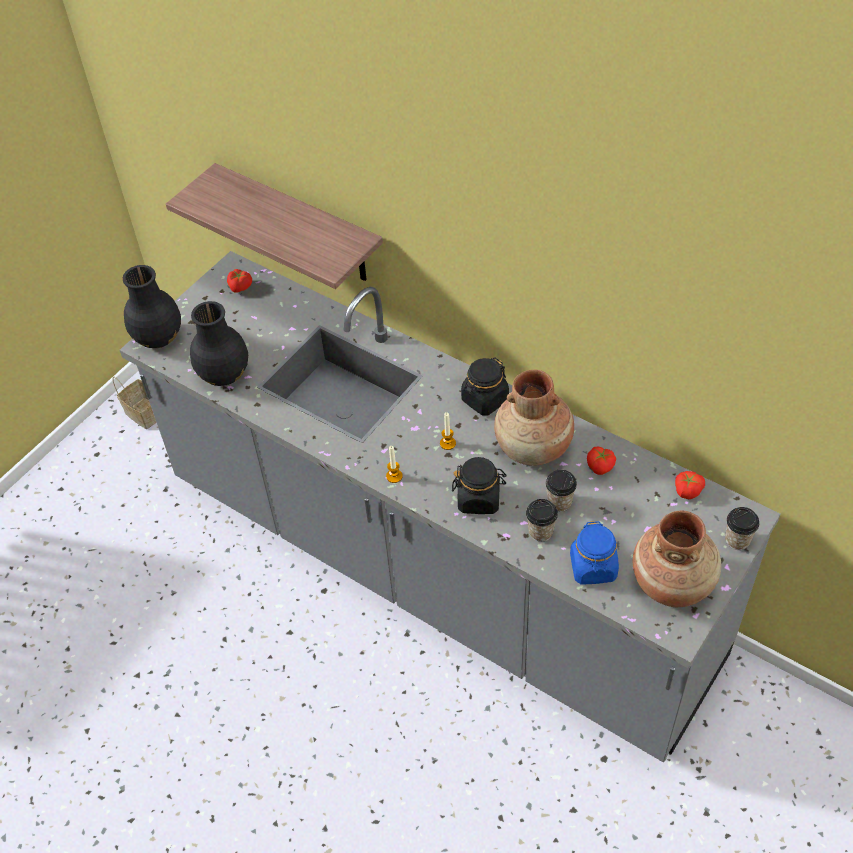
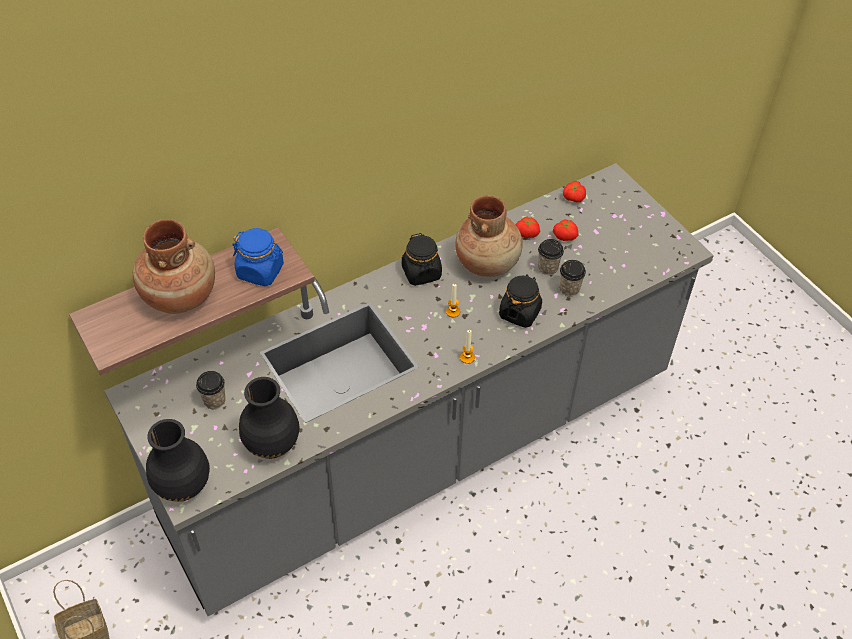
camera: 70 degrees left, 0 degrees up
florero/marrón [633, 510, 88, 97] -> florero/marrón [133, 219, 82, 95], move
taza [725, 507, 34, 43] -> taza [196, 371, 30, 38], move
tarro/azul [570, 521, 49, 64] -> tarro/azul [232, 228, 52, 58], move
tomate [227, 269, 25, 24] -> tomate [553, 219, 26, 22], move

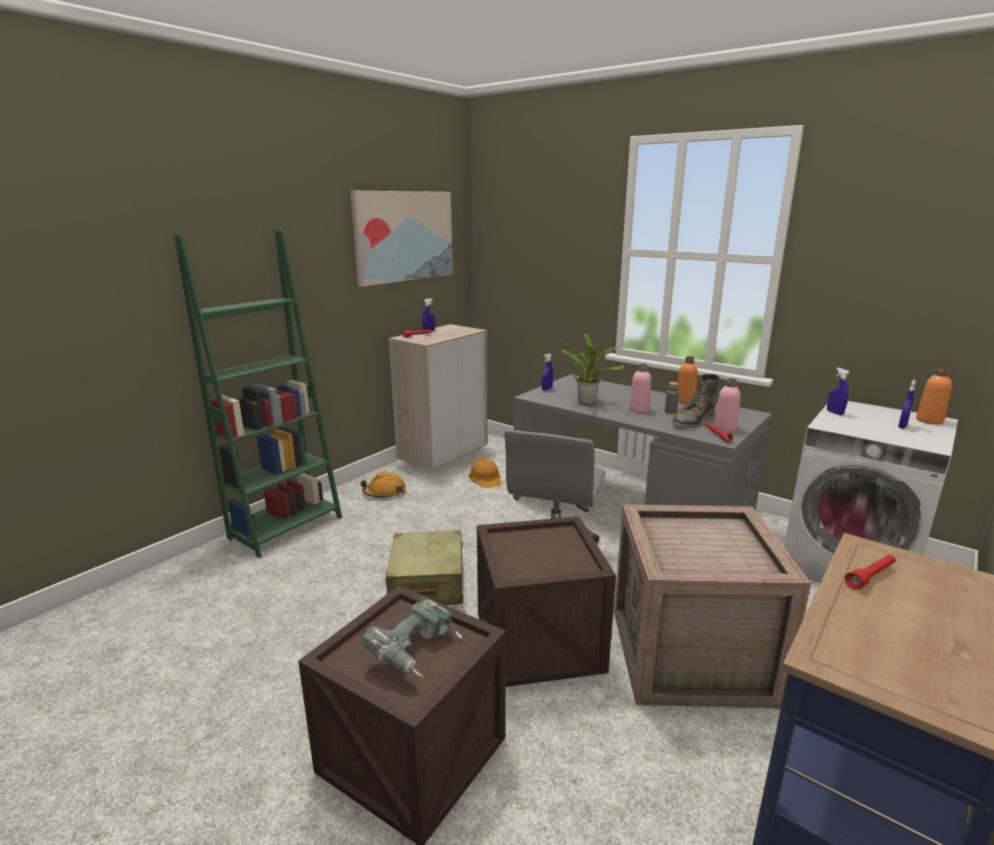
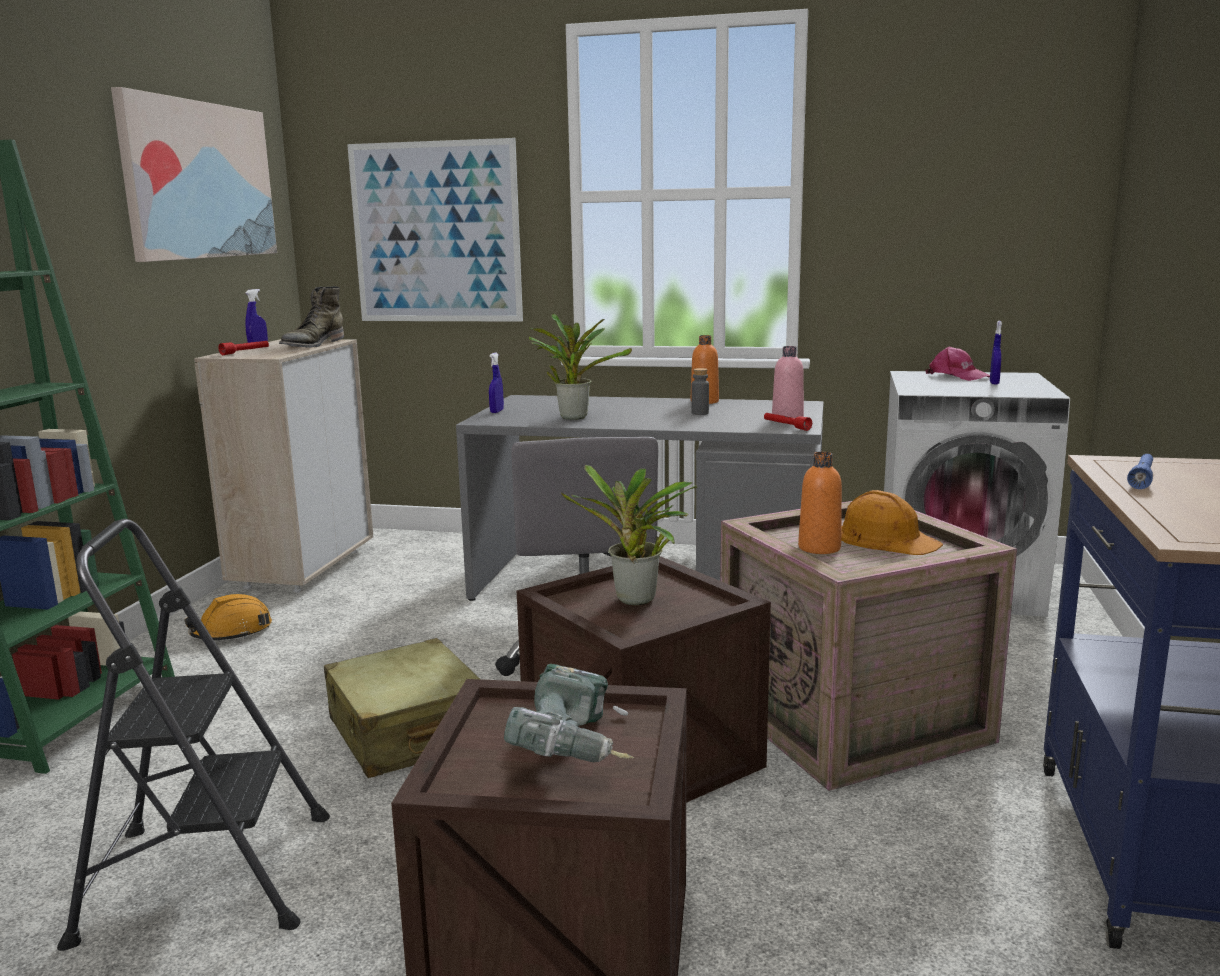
camera: 25 degrees left, 5 degrees down
none -> escalera de tijera/negro [57, 519, 273, 432]
bota/verde [672, 374, 48, 54] -> bota/verde [279, 286, 65, 62], move
none -> cuadro [347, 138, 176, 184]
none -> planta en maceta [561, 465, 136, 140]
botella/naranja [916, 367, 36, 57] -> botella/naranja [798, 452, 44, 102], move
casco/naranja [469, 458, 32, 30] -> casco/naranja [841, 490, 102, 65], move
none -> gorra/rosa [926, 346, 64, 35]
linterna/rojo [845, 555, 51, 35] -> linterna/azul [1127, 454, 26, 35]
botella/rosa [629, 364, 22, 49] -> none
pulverizador/azul [827, 368, 22, 47] -> none

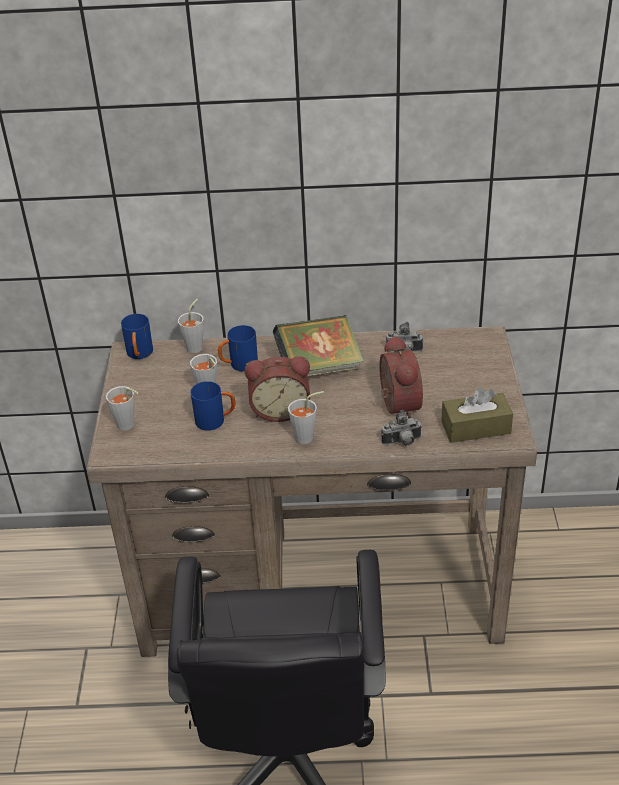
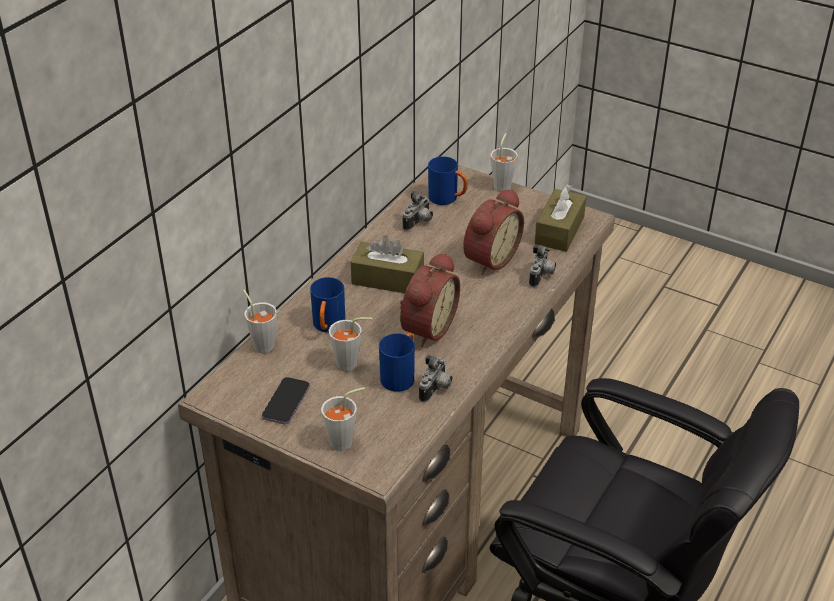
camera: 60 degrees left, 0 degrees up
none -> móvil [262, 377, 48, 47]
libro [273, 315, 91, 61] -> caja de pañuelos/marrón [351, 235, 73, 58]
none -> cámara [419, 355, 33, 47]
taza grande/azul [121, 314, 32, 45] -> taza grande/azul [428, 157, 40, 48], move
despertador [379, 335, 44, 83] -> despertador [463, 188, 61, 87], 105 degrees clockwise
taza/gris [288, 391, 36, 53] -> taza/gris [490, 133, 28, 59], move

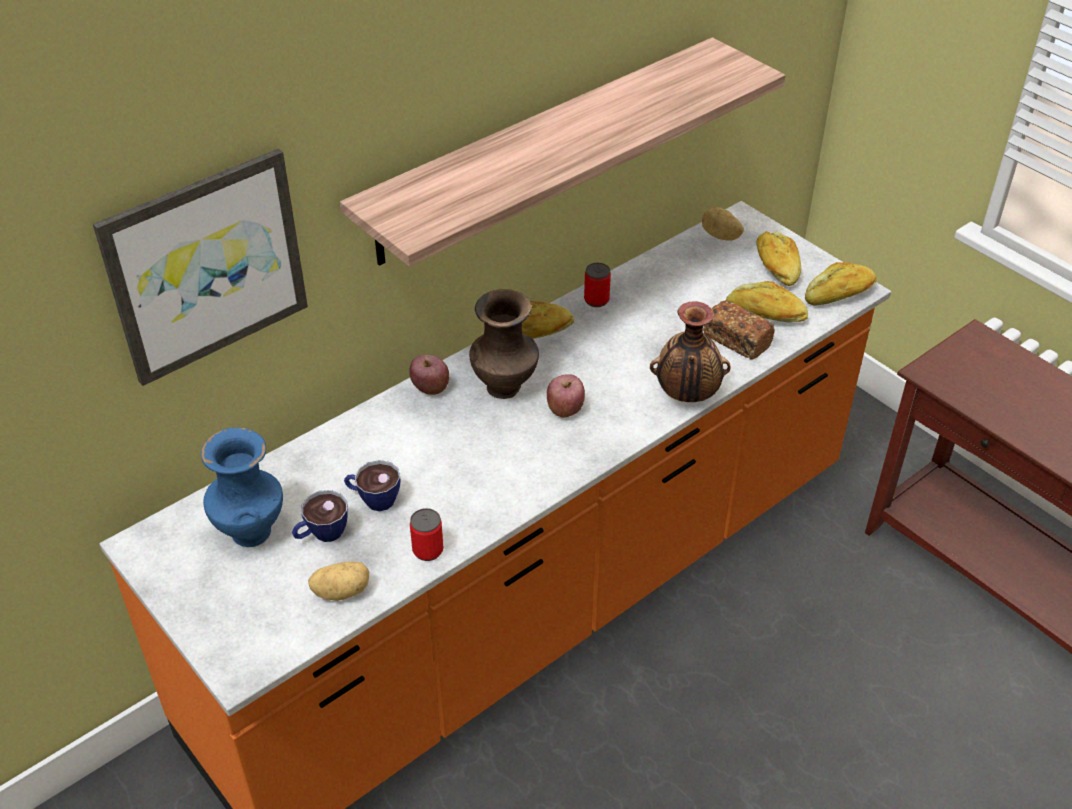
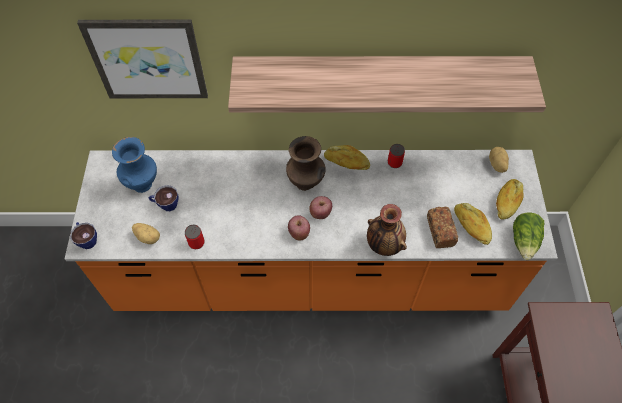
camera: 40 degrees right, 15 degrees up
taza [344, 460, 56, 51] -> taza [70, 222, 27, 27], move
manzana [409, 355, 40, 40] -> manzana [288, 215, 22, 26], move
pan [805, 262, 72, 44] -> lechuga [513, 213, 31, 47]

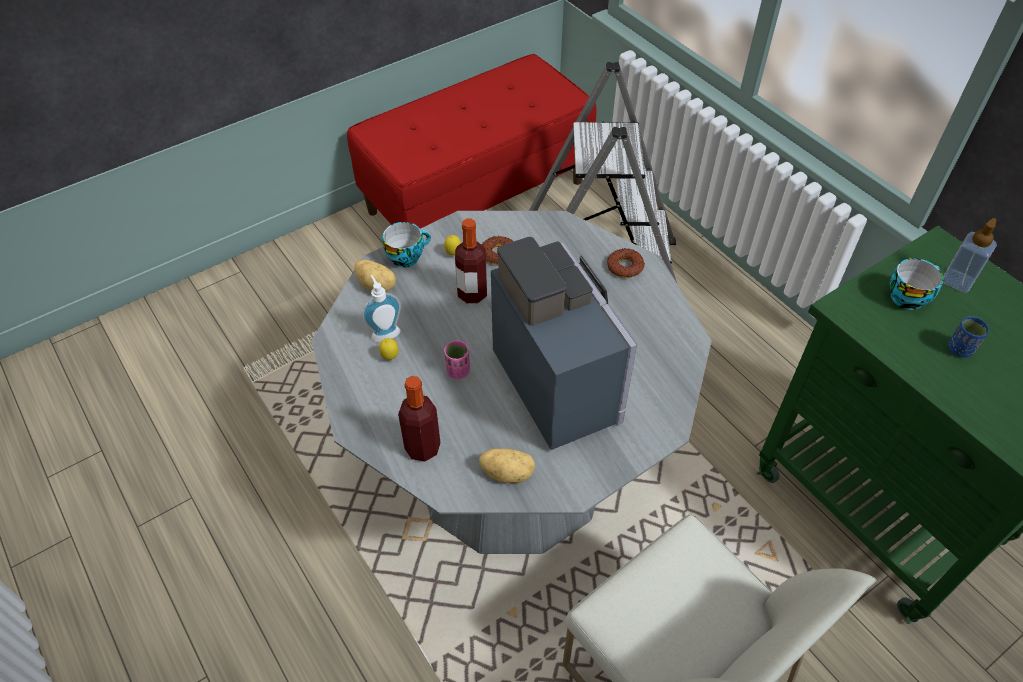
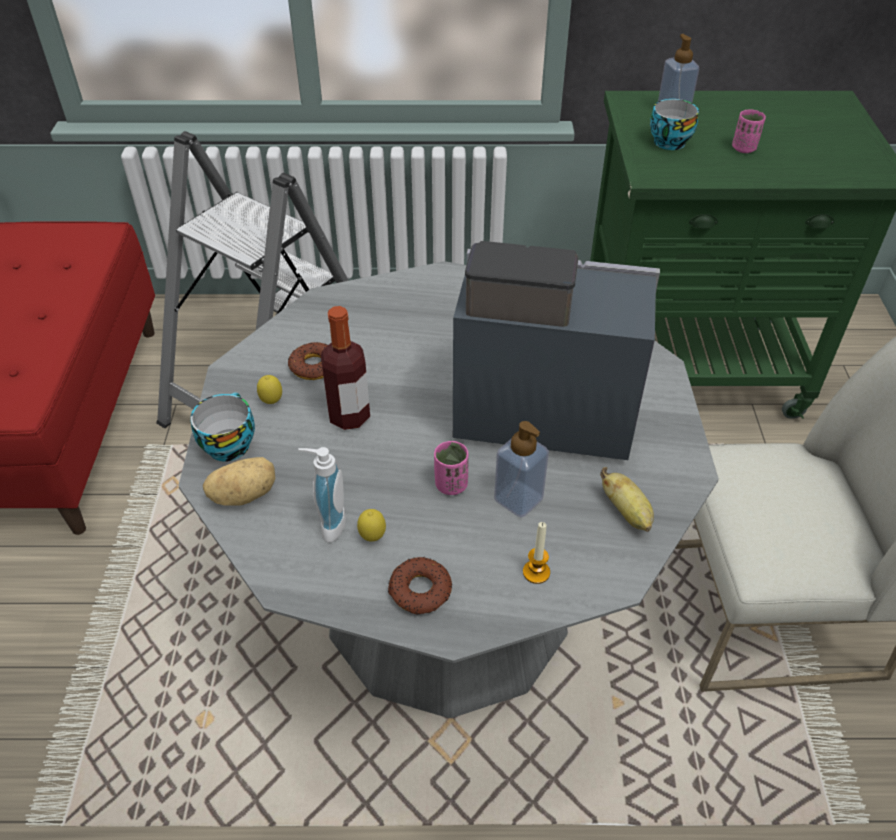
camera: 55 degrees left, 5 degrees down
rosquilla [607, 248, 38, 30] -> rosquilla [388, 557, 64, 58], move
none -> dispensador de jabón [494, 421, 55, 96]
botella [398, 376, 43, 86] -> vela [523, 522, 27, 62]
patata [479, 449, 56, 34] -> plátano [600, 467, 54, 65]
taza/azul [948, 316, 41, 42] -> taza/rosa [732, 109, 34, 44]

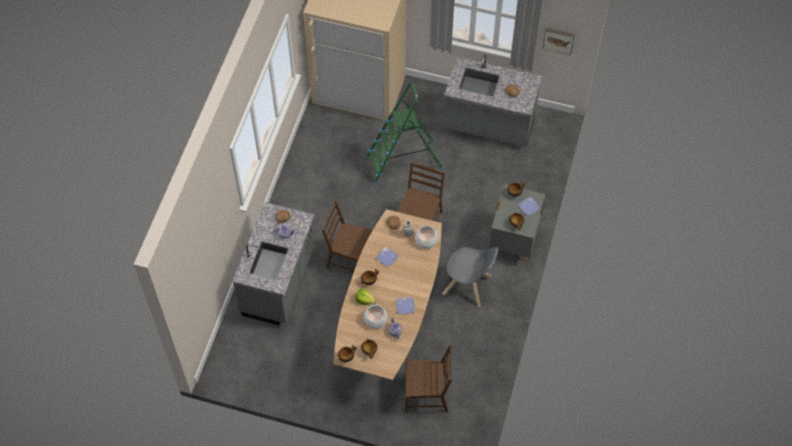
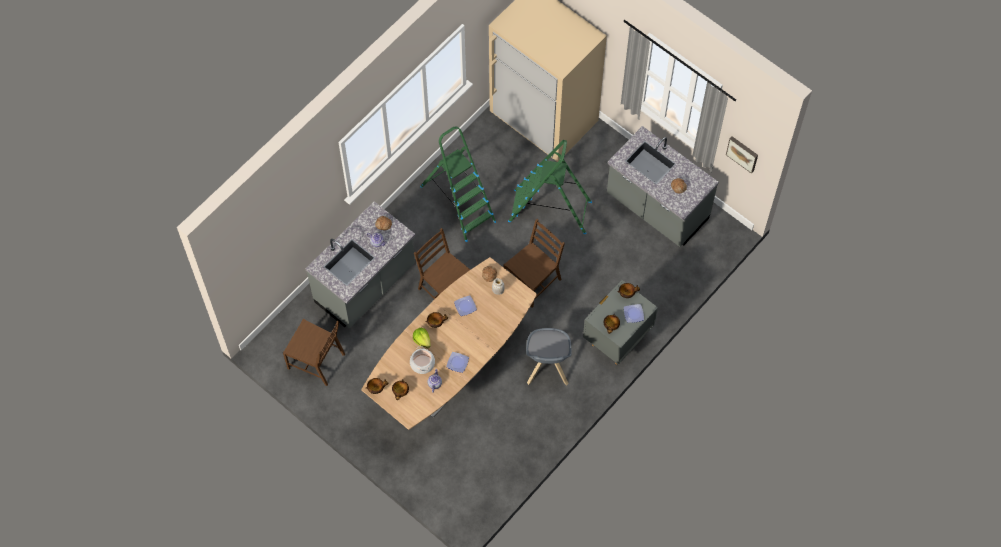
camera: 25 degrees right, 5 degrees up
silla/marrón [405, 344, 47, 69] -> silla/marrón [283, 319, 62, 67], move
none -> escalera de tijera/verde [420, 127, 76, 115]
silla/gris [442, 247, 56, 60] -> silla/gris [526, 328, 46, 57], 45 degrees clockwise
olla [415, 225, 23, 24] -> none

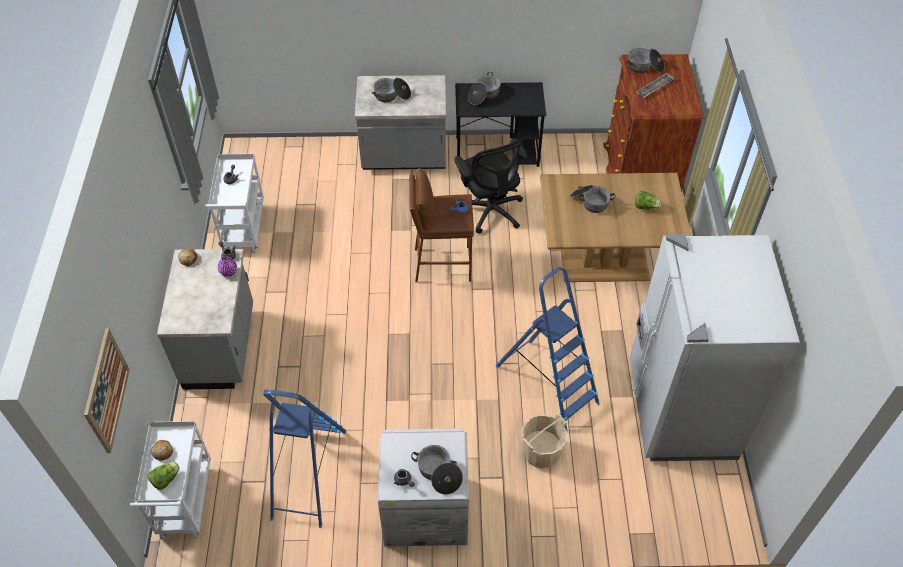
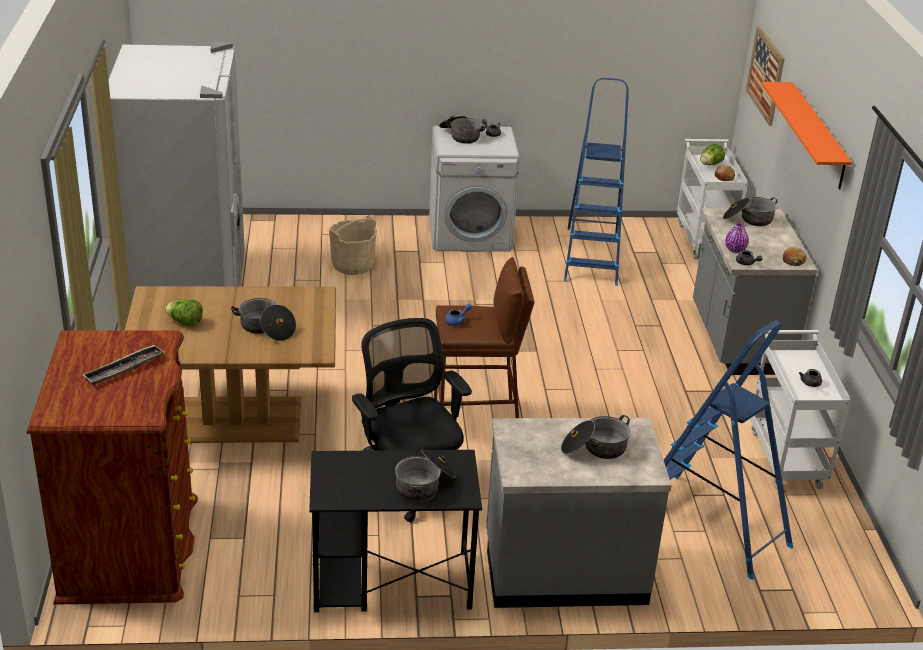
camera: 175 degrees right, 20 degrees down
escalera de tijera/azul [495, 267, 105, 164] -> escalera de tijera/azul [664, 320, 129, 260], move
olla [626, 48, 38, 25] -> olla [723, 197, 54, 29], move
none -> estante/naranja [761, 82, 91, 107]

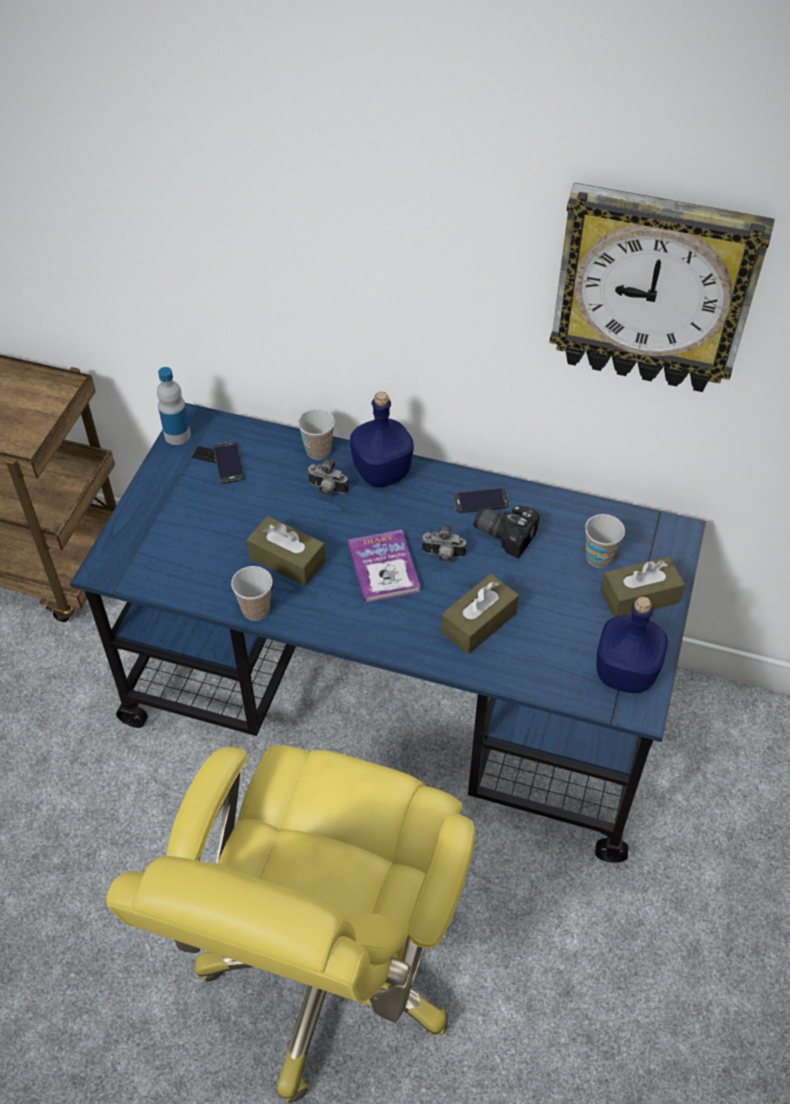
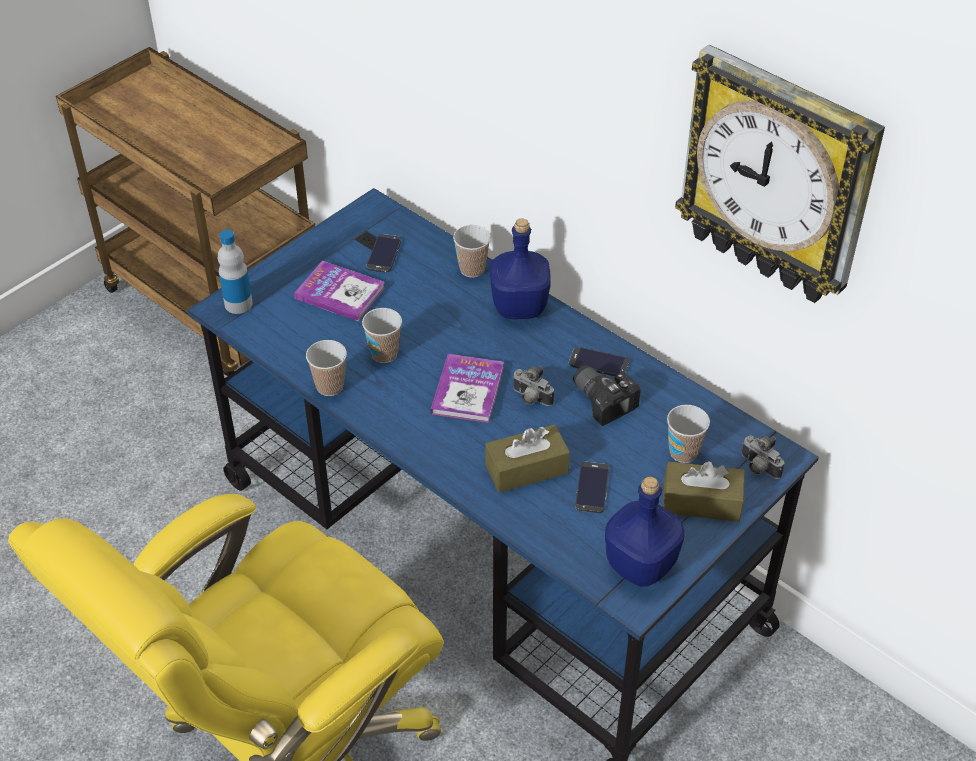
camera: 25 degrees right, 5 degrees down
botella [157, 367, 34, 78] -> botella [218, 229, 35, 85], move
none -> libro [294, 261, 91, 60]
caja de pañuelos/marrón [246, 516, 80, 70] -> taza [362, 308, 40, 55]
none -> móvil [575, 462, 34, 51]
cámara [307, 459, 42, 37] -> cámara [742, 435, 42, 44], move

